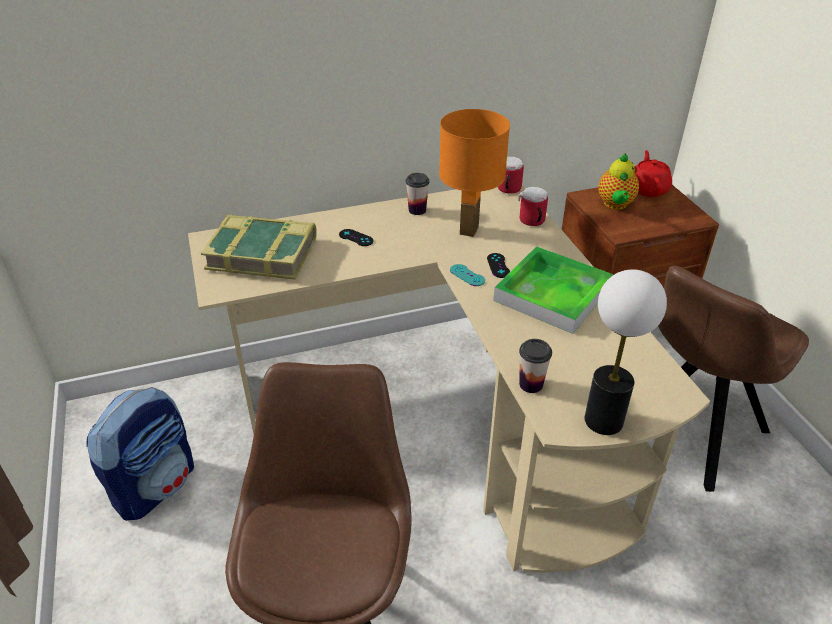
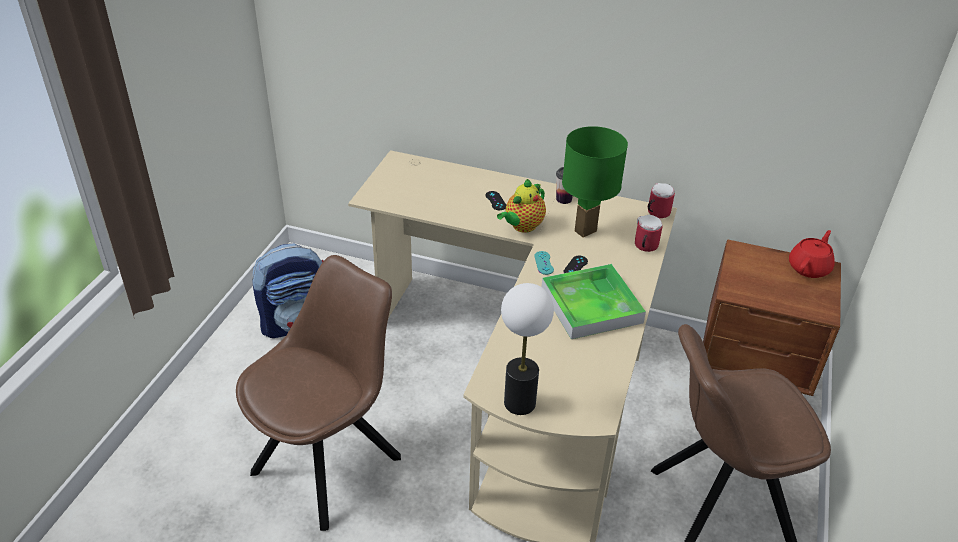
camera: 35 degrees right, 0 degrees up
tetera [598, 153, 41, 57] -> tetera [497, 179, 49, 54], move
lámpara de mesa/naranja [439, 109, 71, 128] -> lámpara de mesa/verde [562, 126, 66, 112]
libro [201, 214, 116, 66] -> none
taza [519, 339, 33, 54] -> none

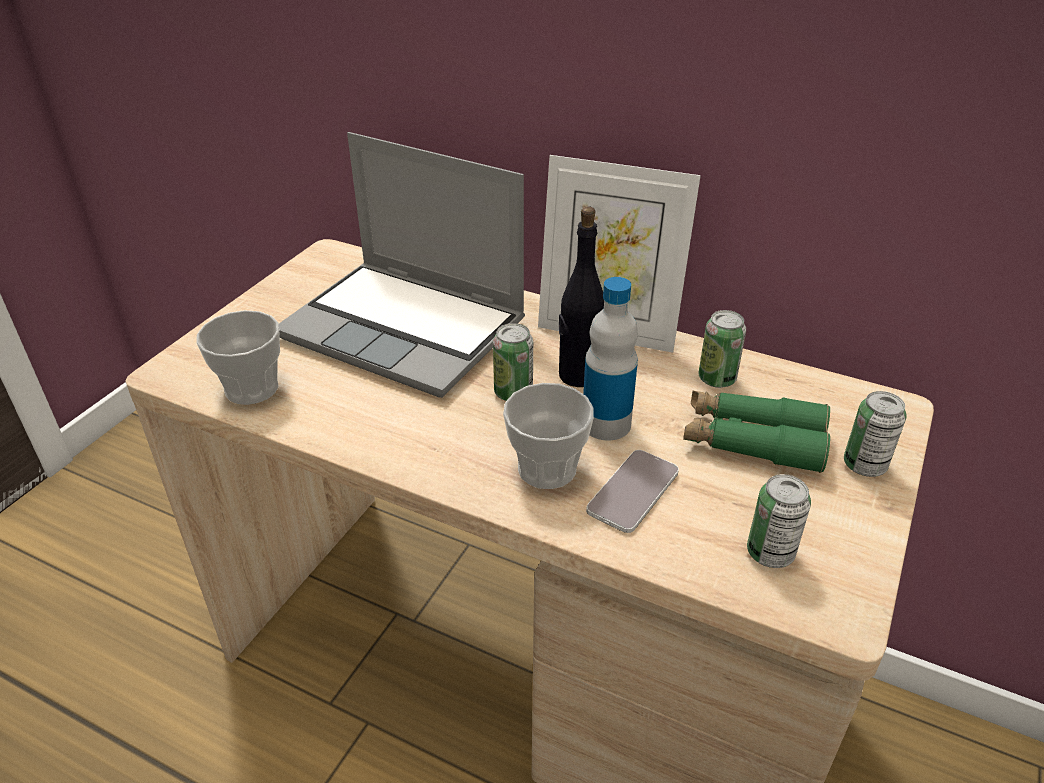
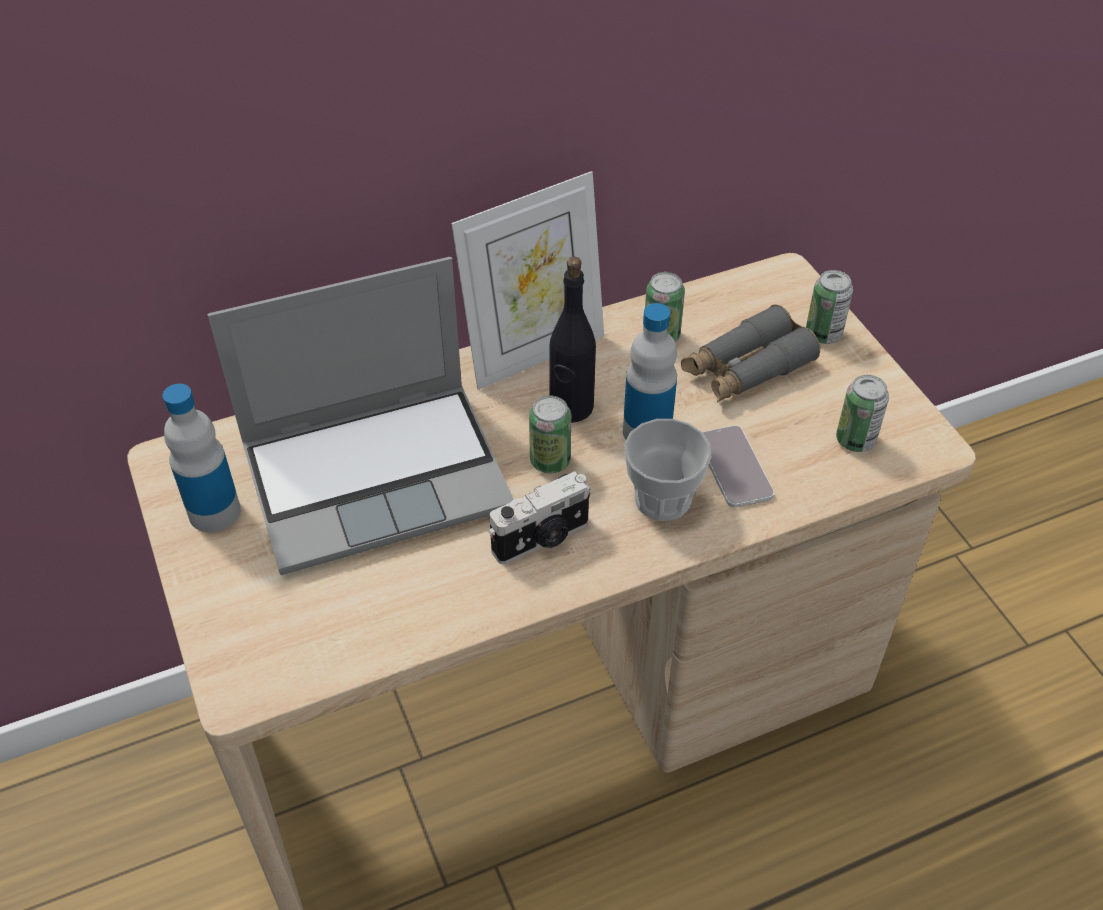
camera: 50 degrees left, 10 degrees up
none -> botella [163, 384, 78, 149]
none -> cámara [488, 471, 103, 93]
prismáticos/verde [683, 391, 147, 82] -> prismáticos/gris [681, 304, 139, 98]
taza [197, 310, 83, 95] -> none

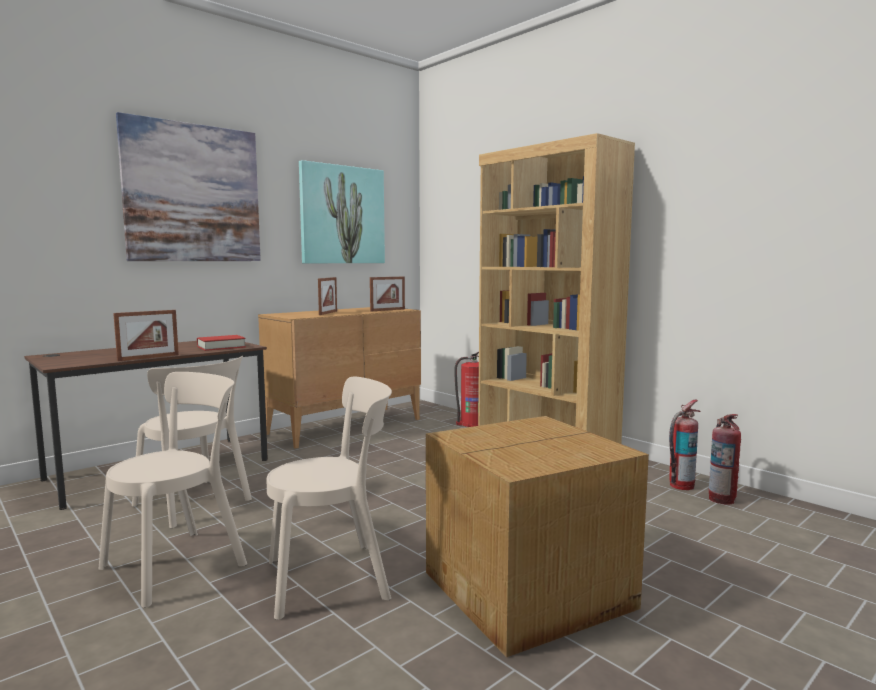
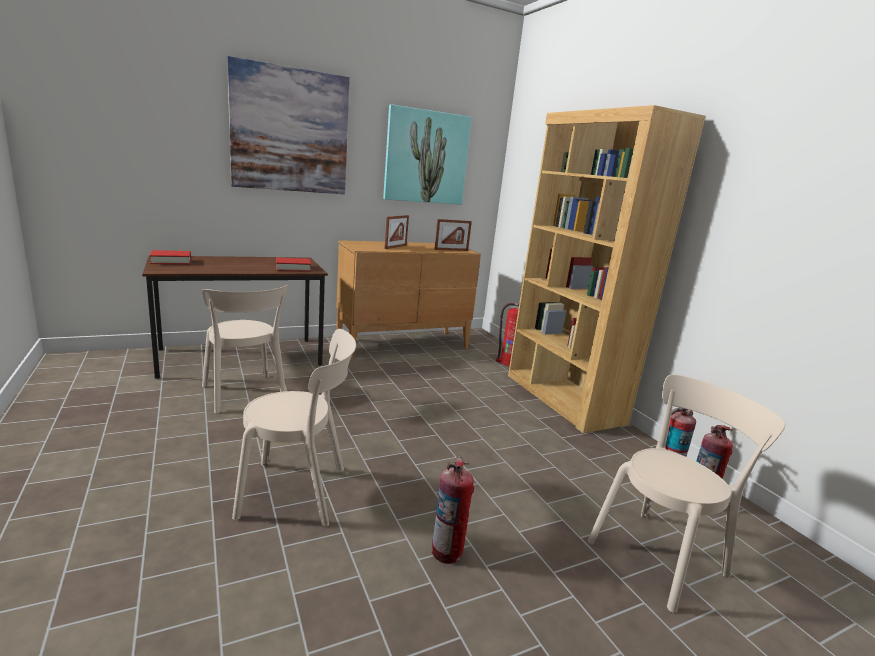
camera: 15 degrees right, 10 degrees up
none -> libro/rojo [150, 250, 41, 14]
caja de cartón [426, 416, 223, 242] -> extintor [431, 456, 43, 108]
silla/beis [99, 372, 148, 236] -> silla/beis [588, 374, 197, 239], move
portarretratos [113, 310, 66, 51] -> none

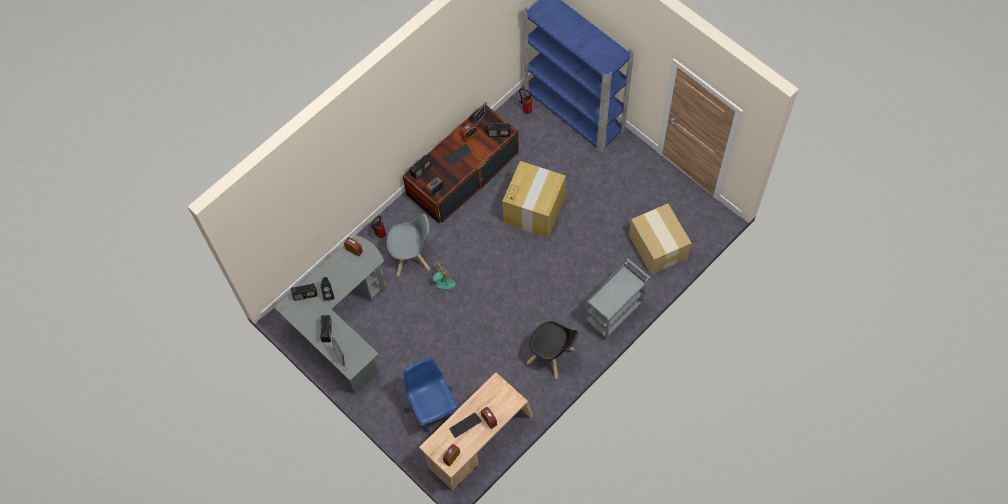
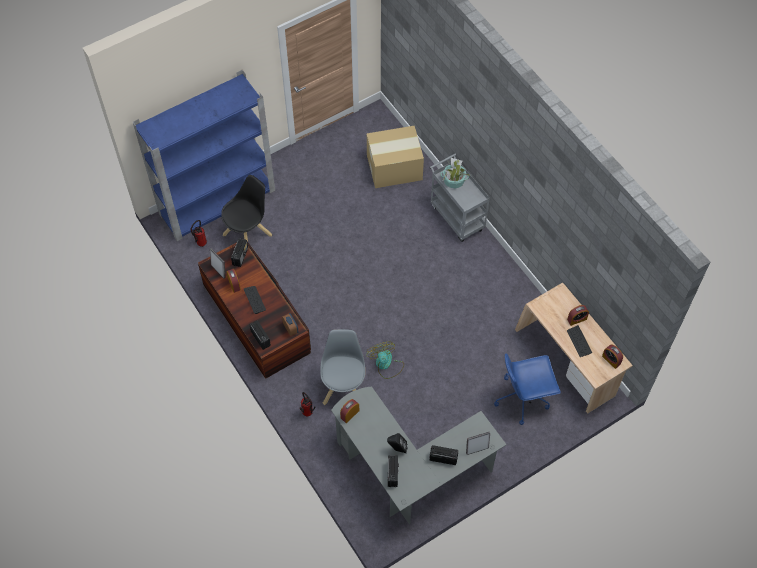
camera: 80 degrees left, 5 degrees down
silla/negro [527, 321, 51, 58] -> silla/negro [221, 175, 51, 66], move
none -> planta en maceta [440, 158, 31, 30]
caja de cartón [503, 161, 63, 77] -> none

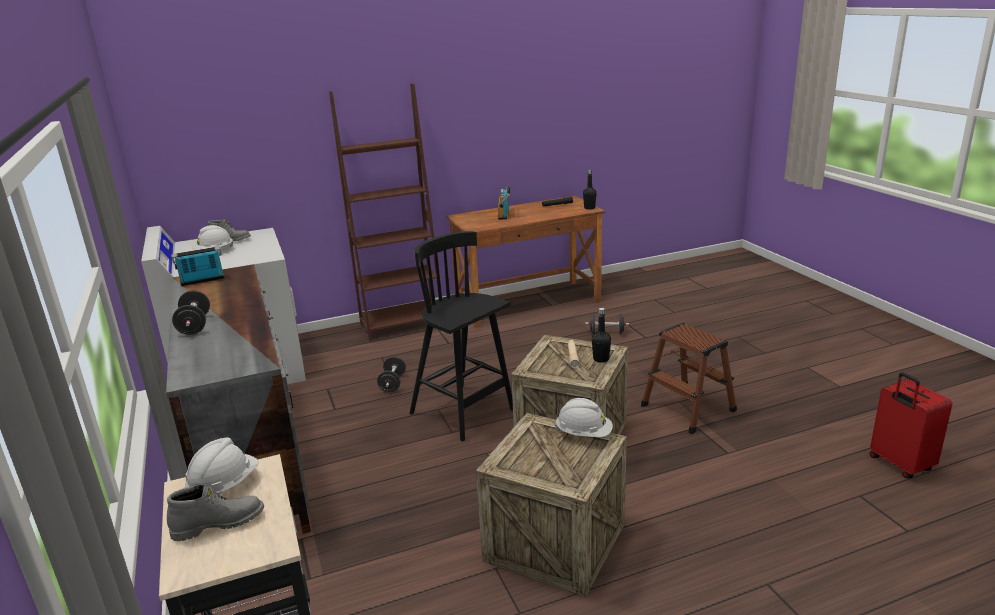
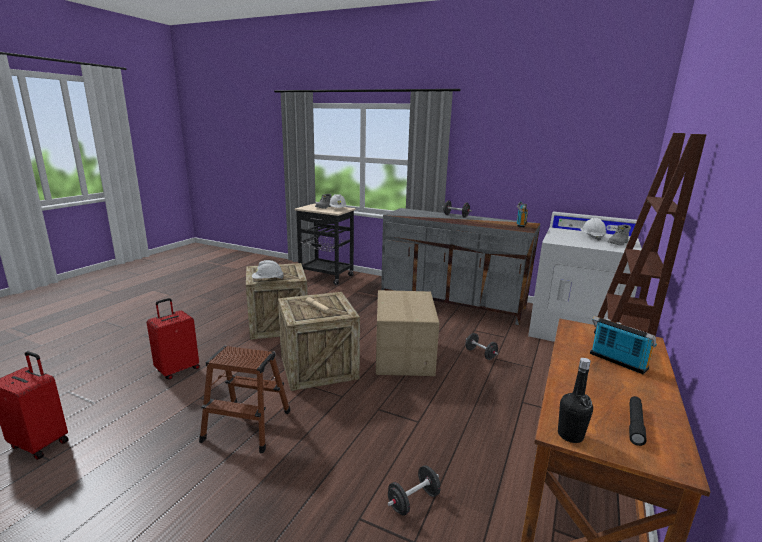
camera: 135 degrees right, 5 degrees down
none -> maleta/rojo [147, 298, 53, 81]
taburete/negro [410, 231, 103, 210] -> caja de cartón [376, 290, 63, 86]
botella/negro [592, 308, 19, 55] -> none

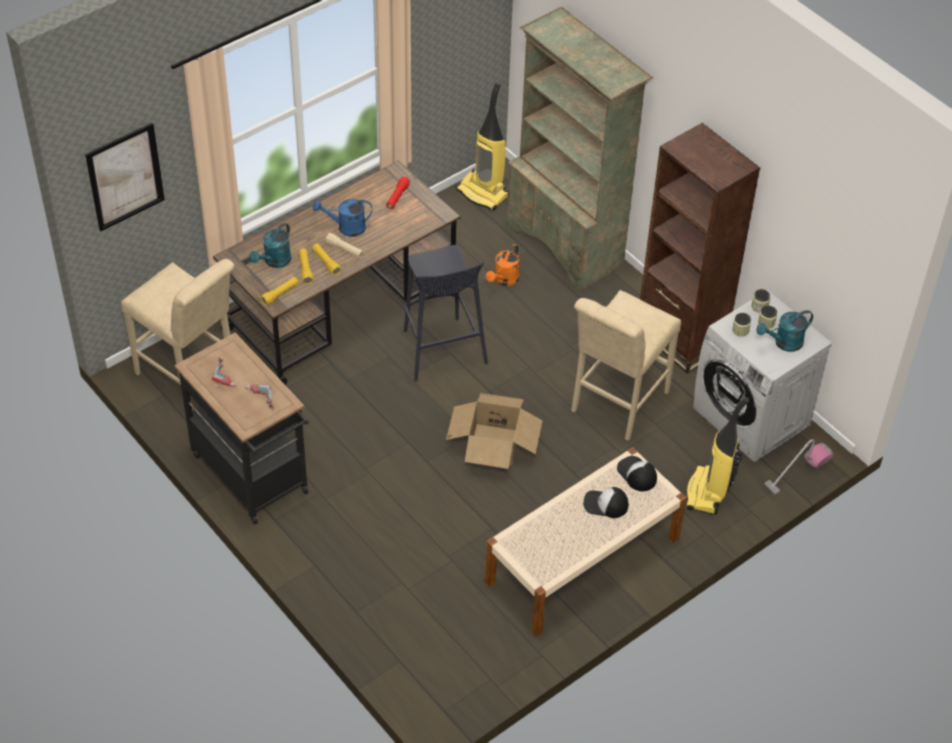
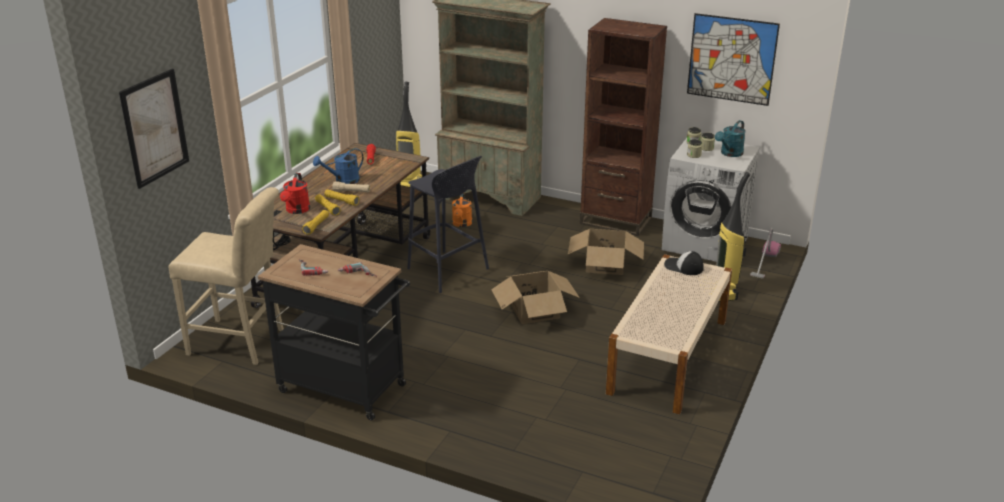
camera: 25 degrees left, 20 degrees down
regadera/turquesa [249, 223, 42, 45] -> regadera/rojo [280, 173, 30, 41]
taburete/beis [571, 290, 110, 151] -> caja de cartón [568, 229, 76, 46]
none -> cuadro [687, 13, 93, 93]
gorra [583, 487, 45, 31] -> none

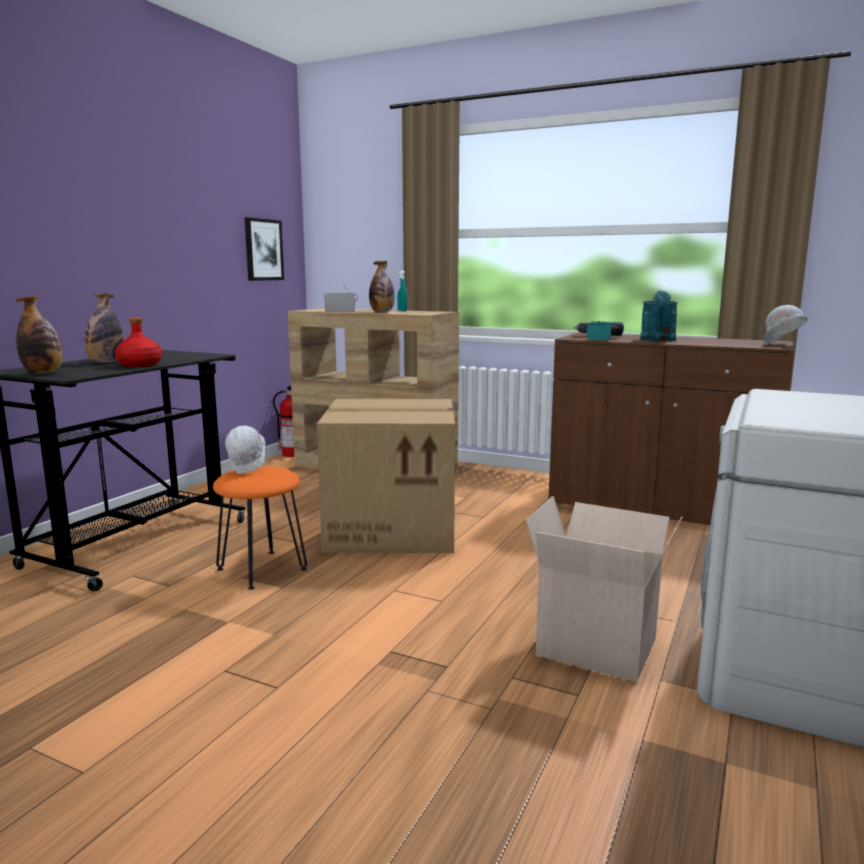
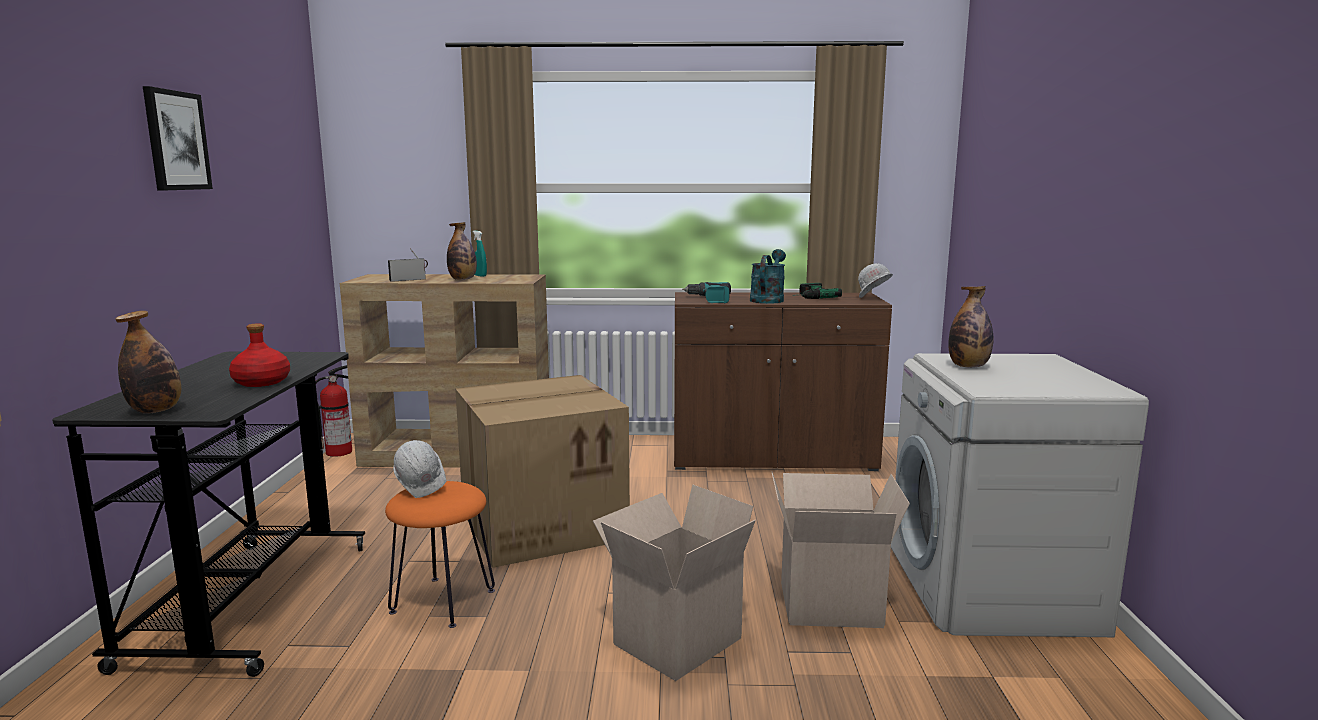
camera: 25 degrees left, 0 degrees up
cuadro [245, 217, 39, 64] -> cuadro [143, 86, 70, 104], move
none -> caja de cartón [593, 485, 163, 196]
regadera/turquesa [640, 290, 38, 52] -> regadera/turquesa [750, 249, 36, 55], 150 degrees counterclockwise
none -> taladro [793, 283, 49, 16]
botella [85, 293, 38, 69] -> botella [948, 286, 45, 82], move

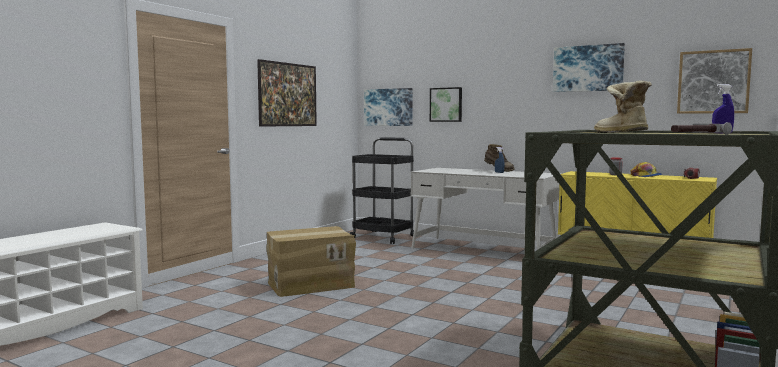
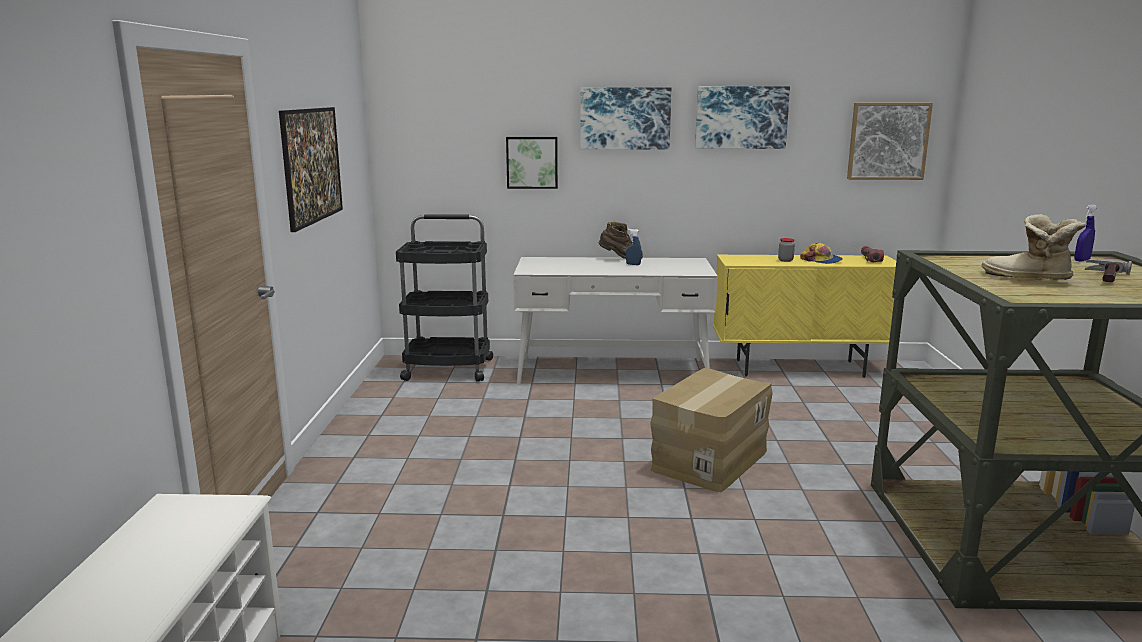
camera: 30 degrees left, 10 degrees up
cuadro [364, 88, 49, 38] -> cuadro [580, 87, 92, 62], move
caja de cartón [266, 226, 90, 71] -> caja de cartón [650, 368, 123, 124], move

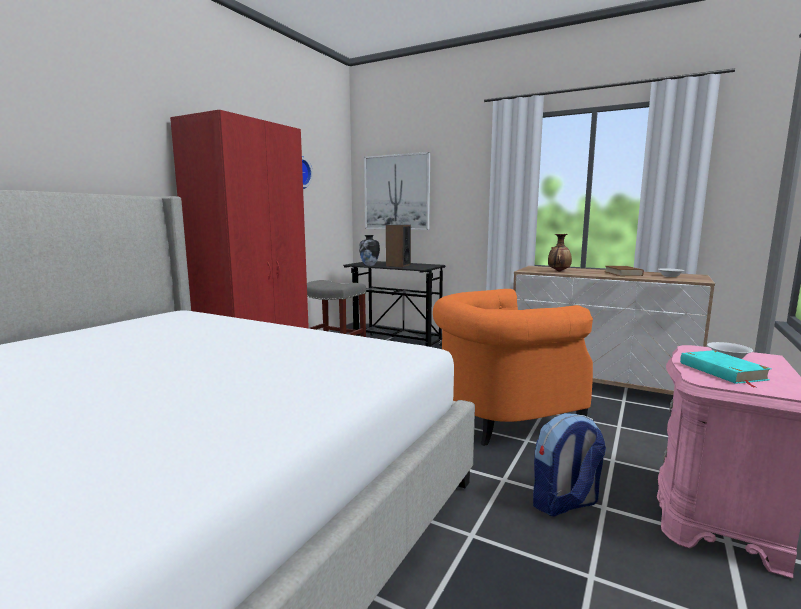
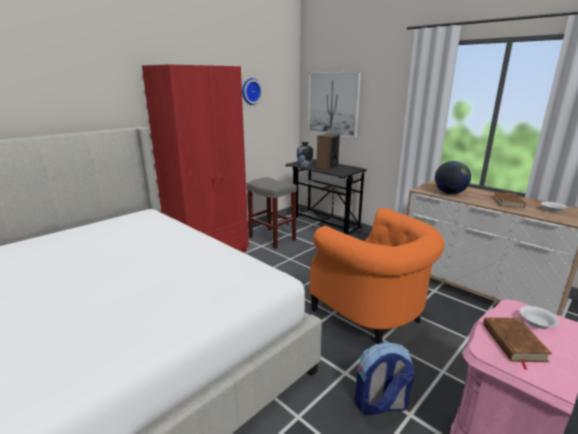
camera: 15 degrees right, 10 degrees up
sillón/naranja [433, 289, 160, 157] -> sillón/naranja [309, 208, 135, 136], 120 degrees counterclockwise
florero [548, 234, 24, 38] -> globo terráqueo [435, 161, 36, 33]
libro/turquesa [680, 350, 91, 38] -> libro/marrón [483, 318, 69, 52]

